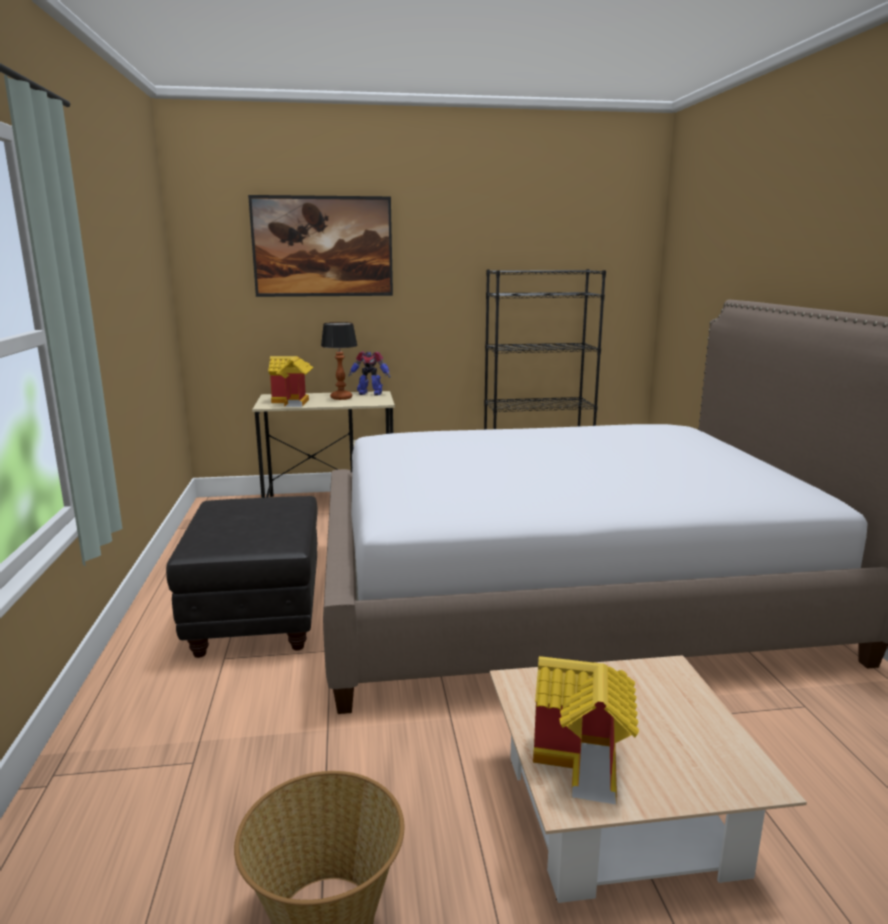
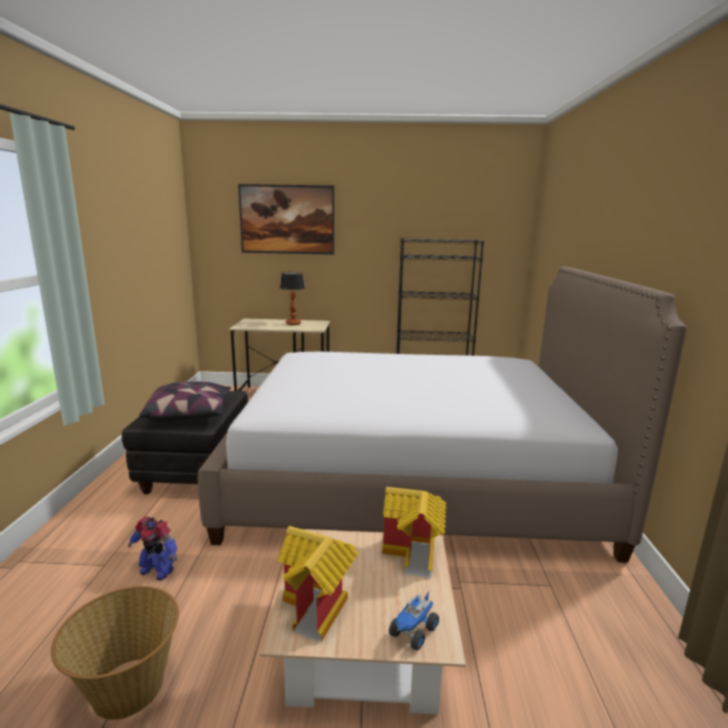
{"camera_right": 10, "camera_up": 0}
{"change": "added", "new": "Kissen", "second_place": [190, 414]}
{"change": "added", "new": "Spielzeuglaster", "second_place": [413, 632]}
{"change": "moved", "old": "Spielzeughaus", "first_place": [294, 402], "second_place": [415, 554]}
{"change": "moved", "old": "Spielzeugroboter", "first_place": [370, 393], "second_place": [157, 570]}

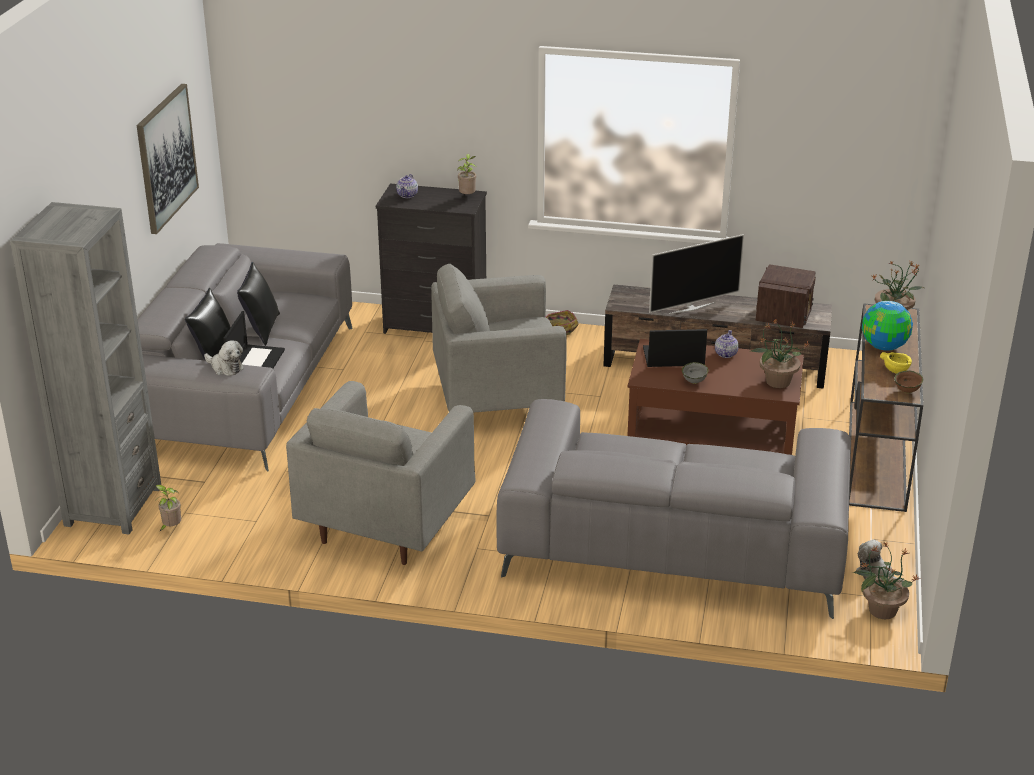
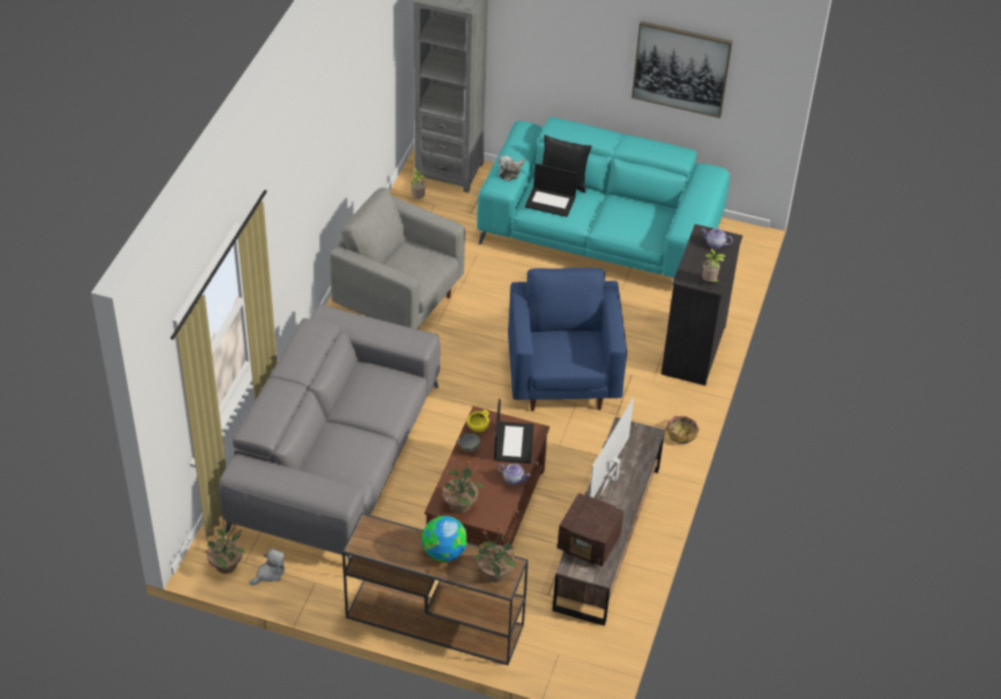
{"camera_right": 95, "camera_up": 15}
{"change": "removed", "old": "Kissen (schwarz)", "first_place": [261, 329]}
{"change": "removed", "old": "Schüssel (braun)", "first_place": [907, 391]}
{"change": "moved", "old": "Schüssel (gelb)", "first_place": [896, 370], "second_place": [478, 427]}
{"change": "recoloured", "old": "Sofa (grau)", "new": "Sofa (türkis)", "first_place": [244, 386], "second_place": [601, 233]}
{"change": "recoloured", "old": "Sessel (grau)", "new": "Sessel (blau)", "first_place": [497, 399], "second_place": [563, 378]}
{"change": "turned", "old": "Fernseher", "first_place": [691, 308], "second_place": [612, 478], "degrees": 45}

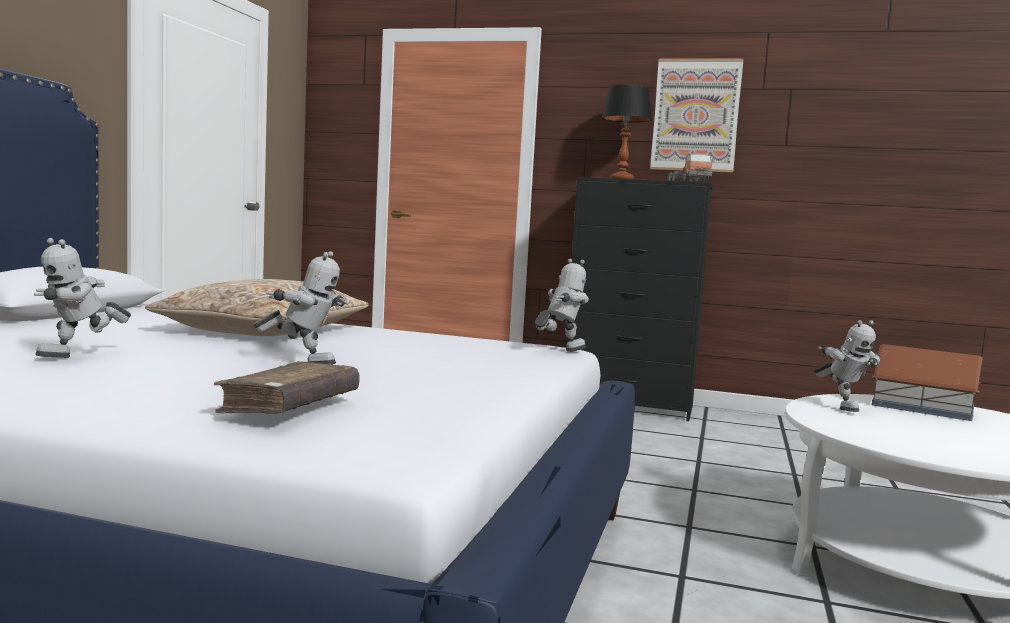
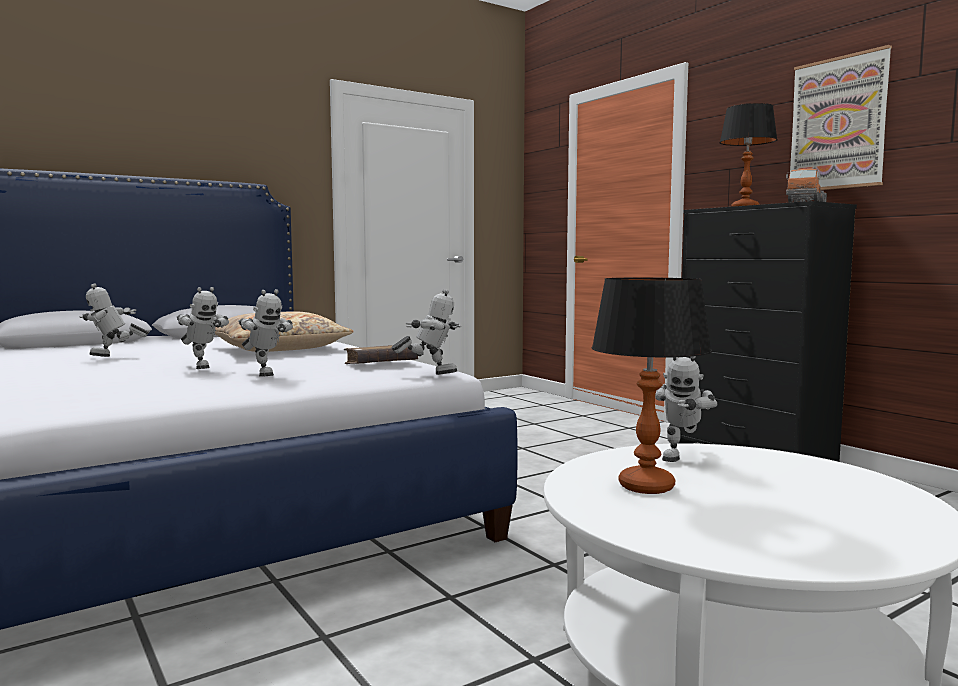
{"camera_right": 40, "camera_up": 0}
{"change": "removed", "old": "Spielzeughaus", "first_place": [921, 407]}
{"change": "added", "new": "Spielzeugroboter", "second_place": [264, 374]}
{"change": "added", "new": "Tischlampe", "second_place": [647, 486]}
{"change": "moved", "old": "Buch (braun)", "first_place": [290, 406], "second_place": [381, 364]}

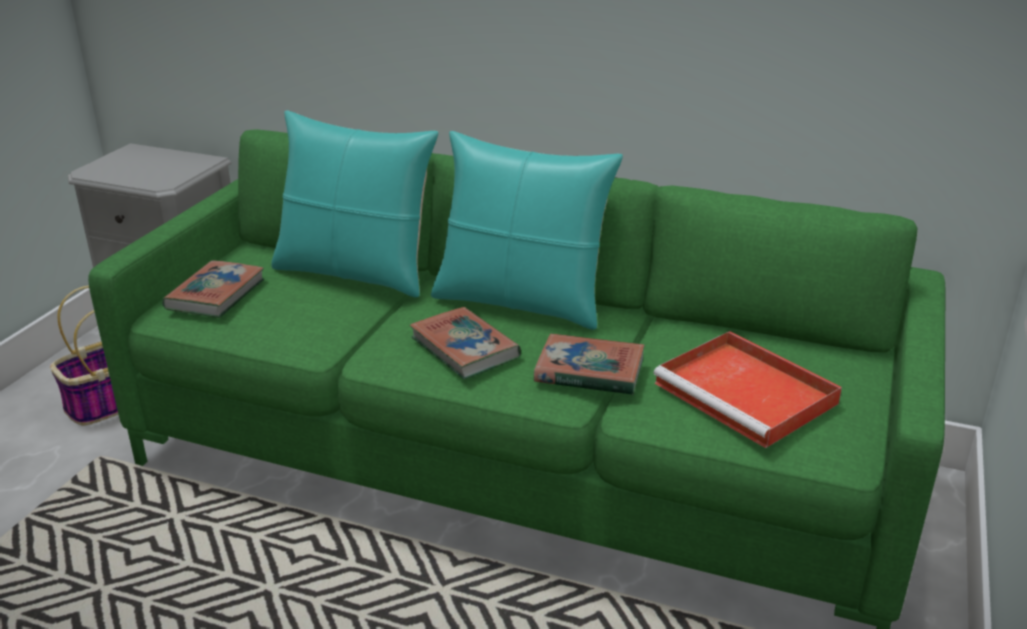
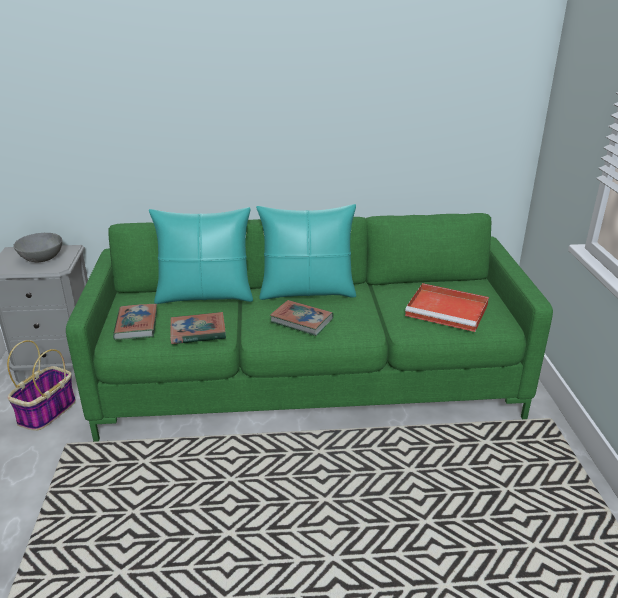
{"camera_right": -25, "camera_up": 0}
{"change": "added", "new": "Schüssel (grau)", "second_place": [42, 258]}
{"change": "moved", "old": "Buch", "first_place": [589, 371], "second_place": [198, 332]}

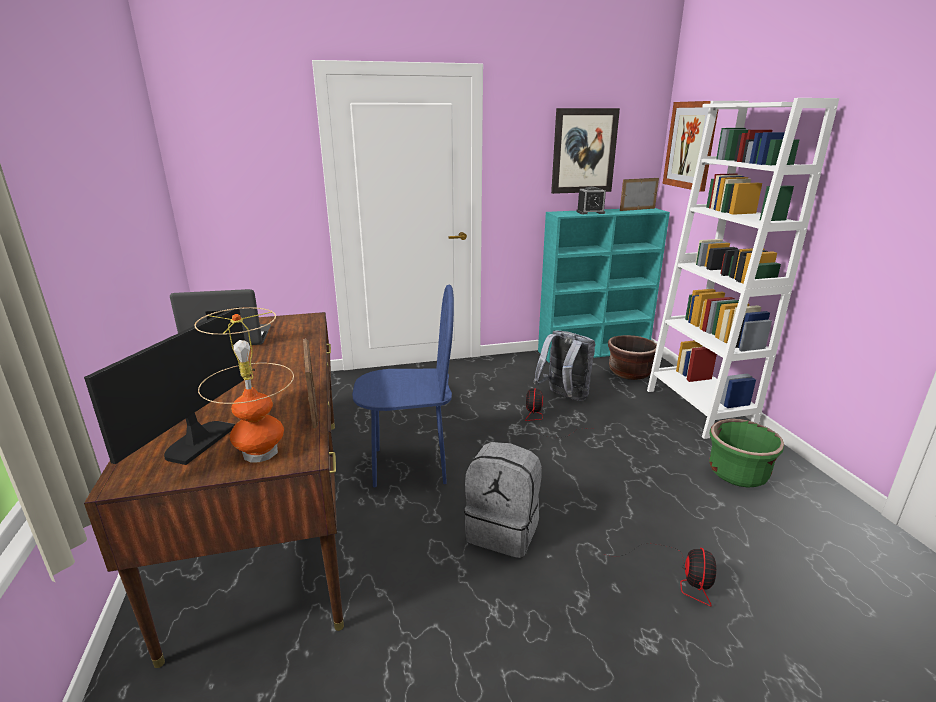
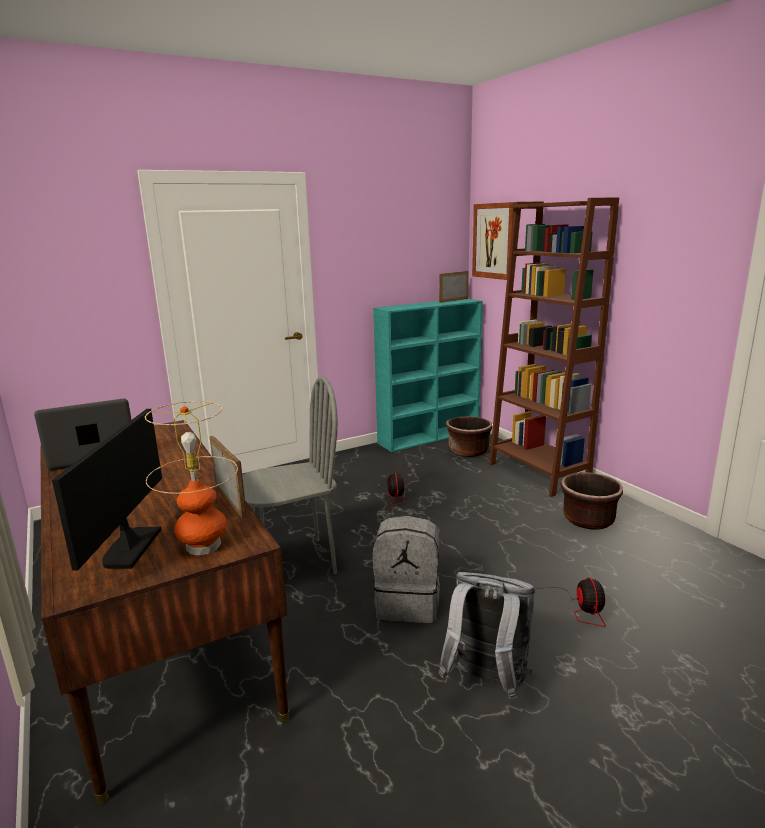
{"camera_right": -15, "camera_up": -5}
{"change": "removed", "old": "Bild", "first_place": [584, 151]}
{"change": "removed", "old": "Wecker", "first_place": [590, 212]}
{"change": "moved", "old": "Rucksack (grau)", "first_place": [564, 397], "second_place": [486, 681]}
{"change": "recoloured", "old": "Stuhl (blau)", "new": "Stuhl (grau)", "first_place": [409, 465], "second_place": [293, 563]}
{"change": "recoloured", "old": "Bücherregal (weiß)", "new": "Bücherregal (braun)", "first_place": [698, 409], "second_place": [538, 473]}
{"change": "recoloured", "old": "Pflanzkübel (grün)", "new": "Pflanzkübel (braun)", "first_place": [738, 473], "second_place": [588, 520]}

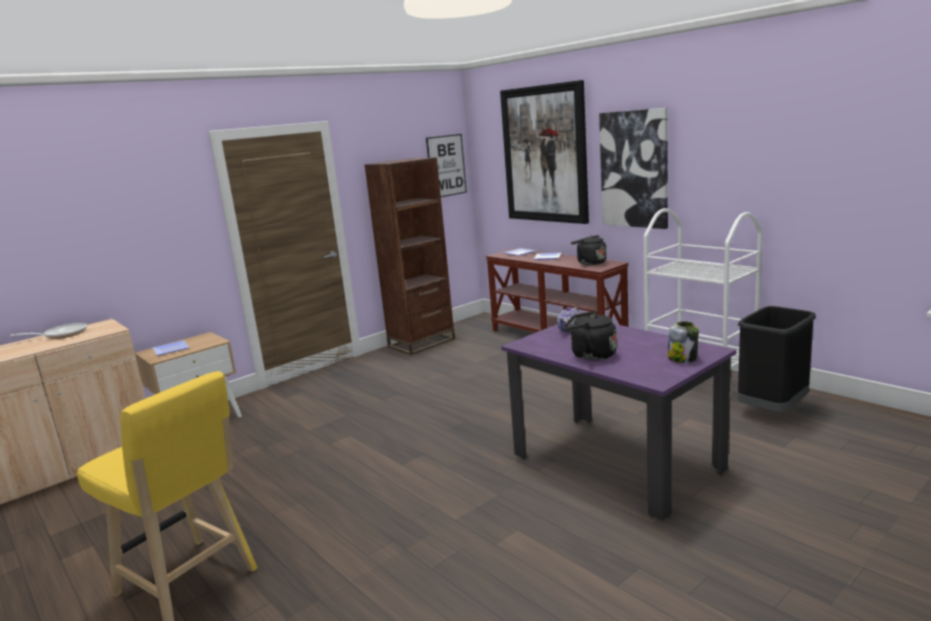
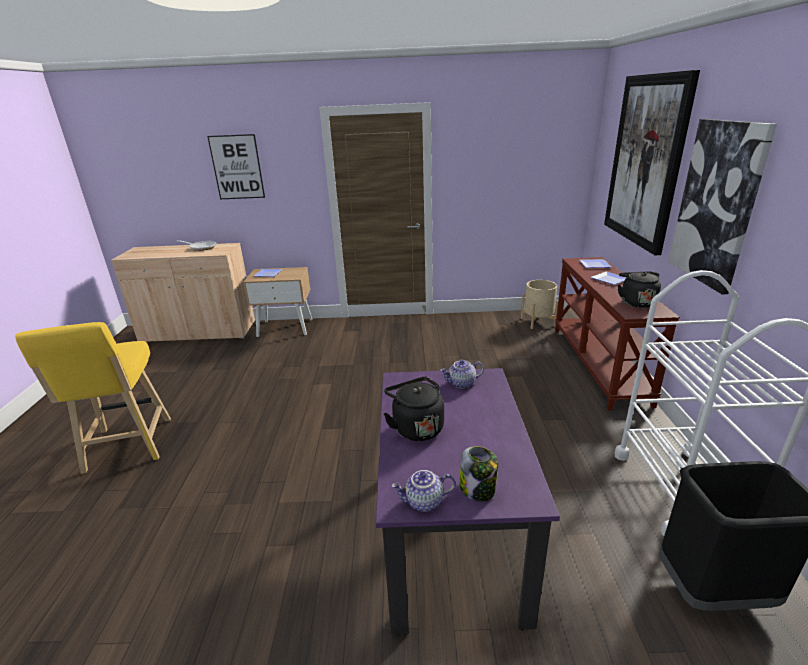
{"camera_right": 40, "camera_up": 10}
{"change": "removed", "old": "Bücherregal (braun)", "first_place": [421, 343]}
{"change": "added", "new": "Teekanne", "second_place": [424, 502]}
{"change": "added", "new": "Pflanzkübel (beige)", "second_place": [538, 322]}
{"change": "moved", "old": "Bild", "first_place": [446, 166], "second_place": [237, 167]}

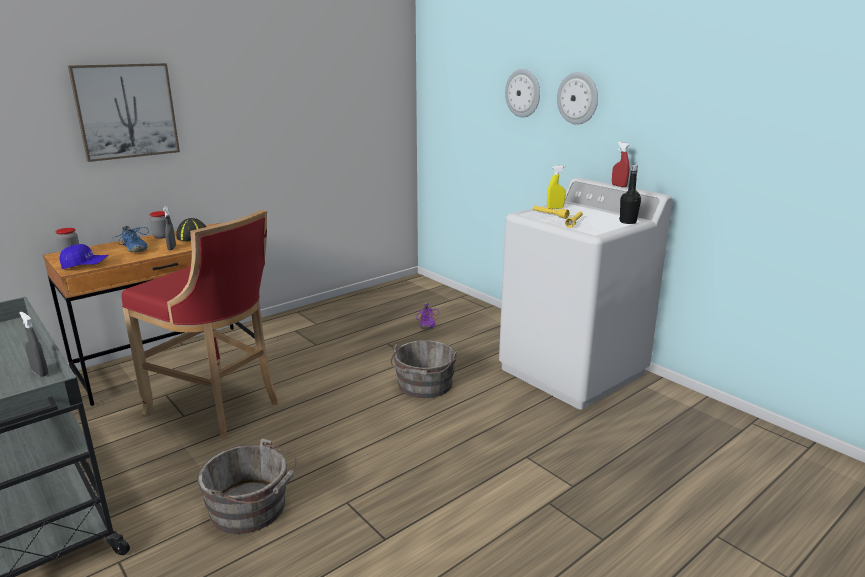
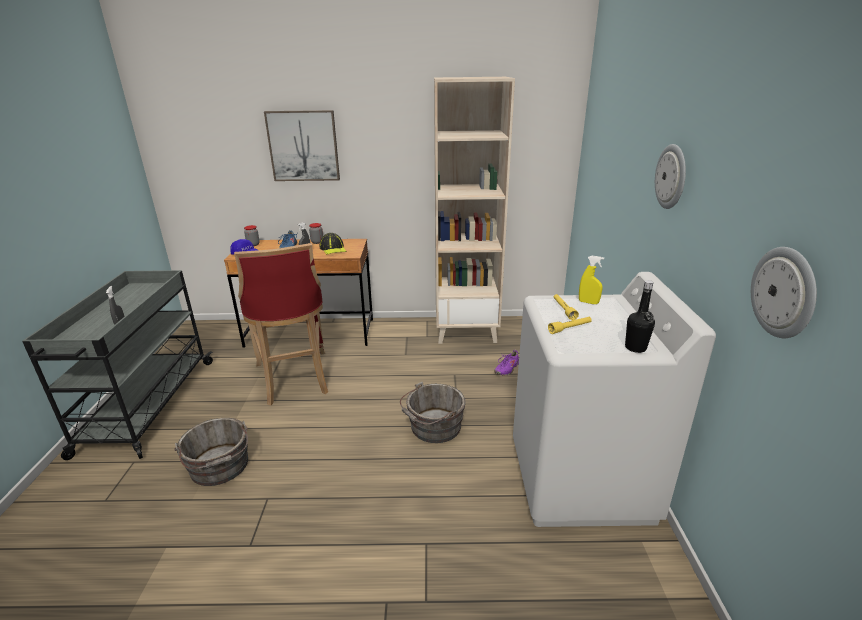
{"camera_right": 40, "camera_up": 5}
{"change": "removed", "old": "Sprühflasche (rot)", "first_place": [619, 186]}
{"change": "added", "new": "Bücherregal (beige)", "second_place": [466, 331]}
{"change": "moved", "old": "Wanduhr", "first_place": [523, 93], "second_place": [784, 292]}

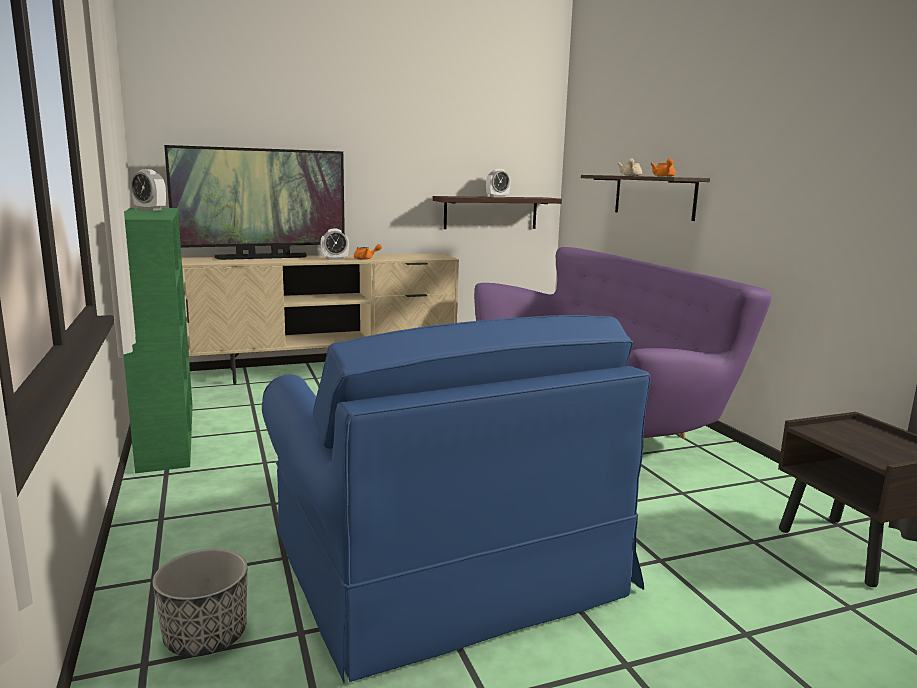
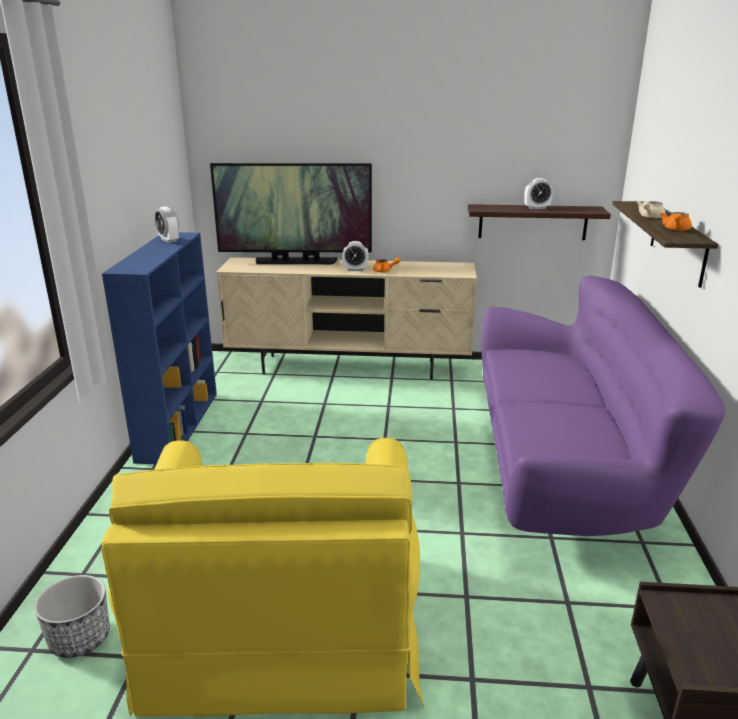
{"camera_right": 25, "camera_up": 10}
{"change": "recoloured", "old": "Bücherregal (grün)", "new": "Bücherregal (blau)", "first_place": [167, 434], "second_place": [179, 425]}
{"change": "recoloured", "old": "Sessel (blau)", "new": "Sessel (gelb)", "first_place": [444, 565], "second_place": [282, 624]}

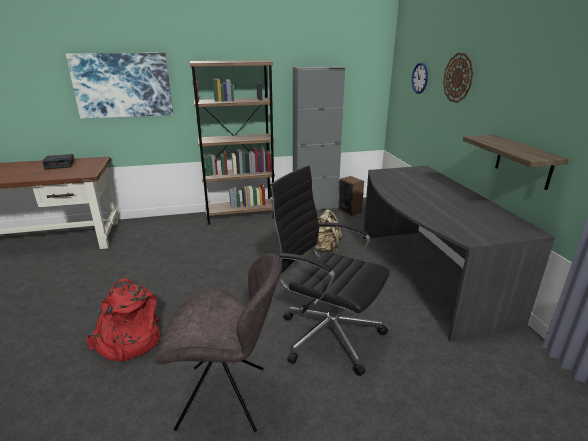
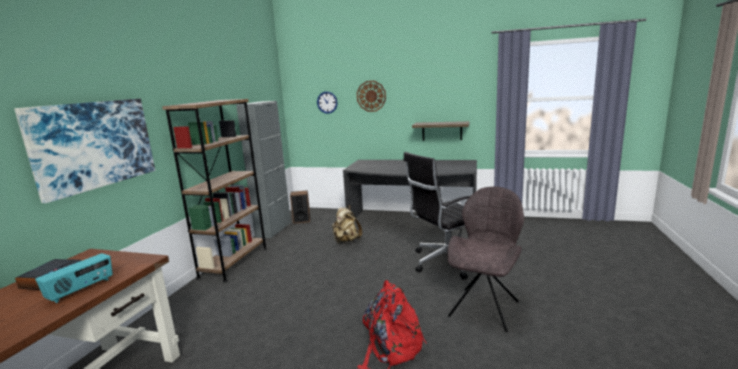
{"camera_right": -60, "camera_up": -10}
{"change": "added", "new": "Radio", "second_place": [81, 290]}

